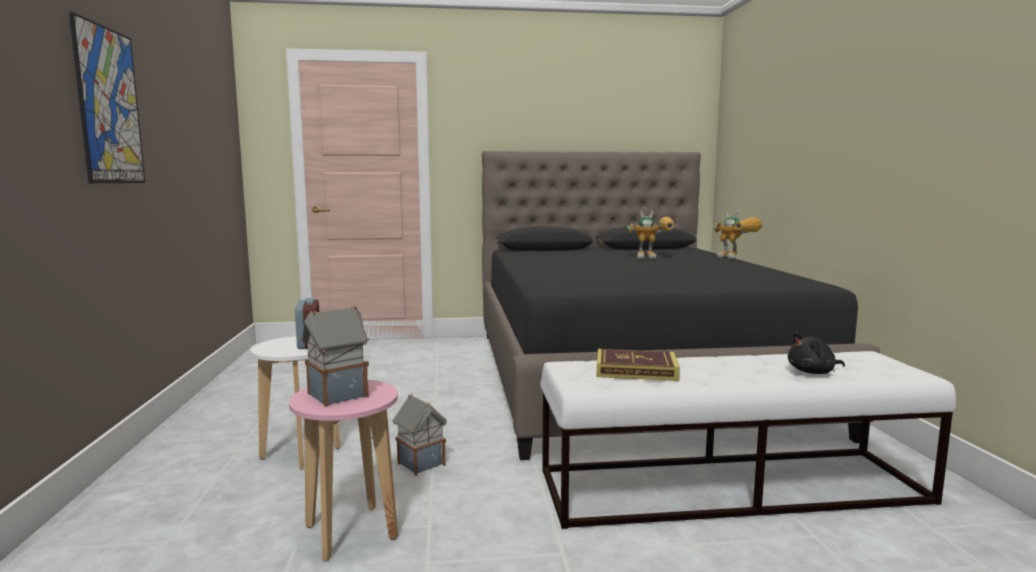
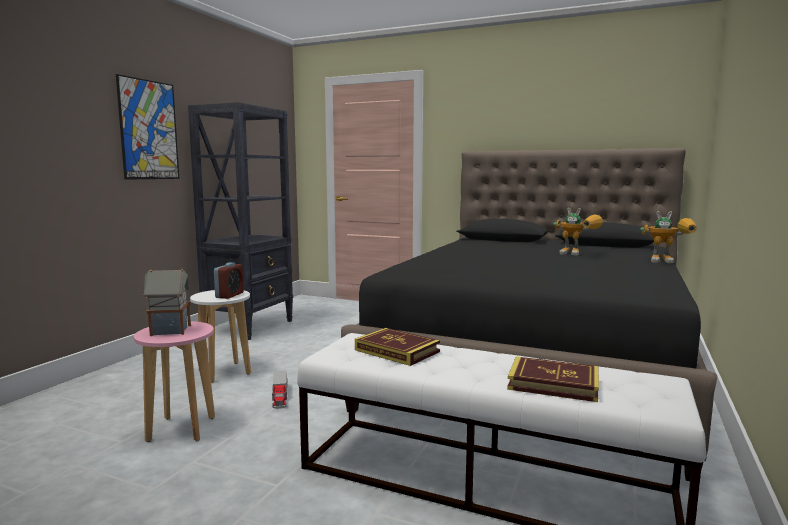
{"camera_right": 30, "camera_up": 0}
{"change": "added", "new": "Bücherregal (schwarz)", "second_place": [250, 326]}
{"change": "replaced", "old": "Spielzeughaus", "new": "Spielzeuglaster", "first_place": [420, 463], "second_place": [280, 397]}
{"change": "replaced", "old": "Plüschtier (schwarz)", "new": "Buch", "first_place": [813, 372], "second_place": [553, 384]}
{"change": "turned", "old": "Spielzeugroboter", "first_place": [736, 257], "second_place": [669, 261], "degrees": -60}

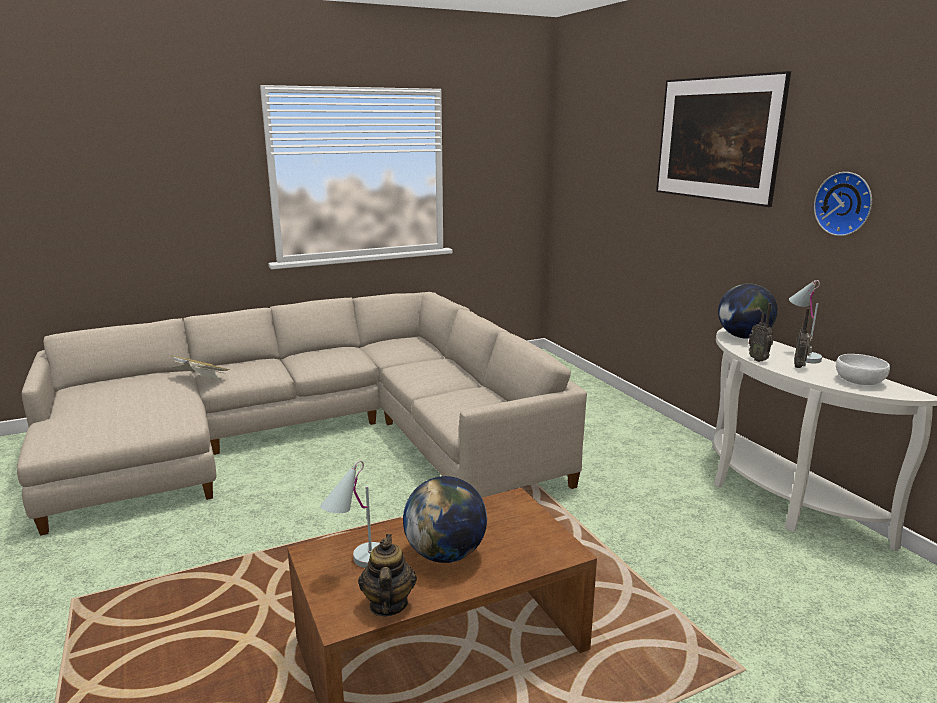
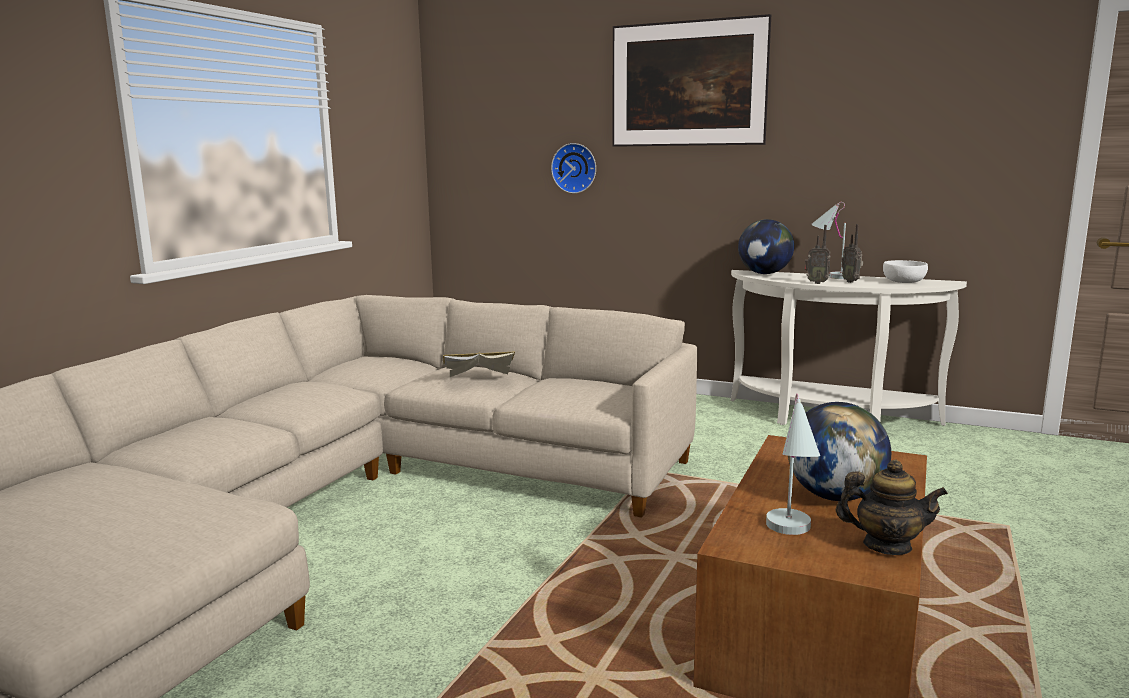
{"camera_right": -40, "camera_up": -5}
{"change": "moved", "old": "Buch", "first_place": [200, 378], "second_place": [479, 379]}
{"change": "moved", "old": "Wanduhr", "first_place": [845, 203], "second_place": [575, 168]}
{"change": "turned", "old": "Teekanne", "first_place": [388, 604], "second_place": [886, 546], "degrees": 150}

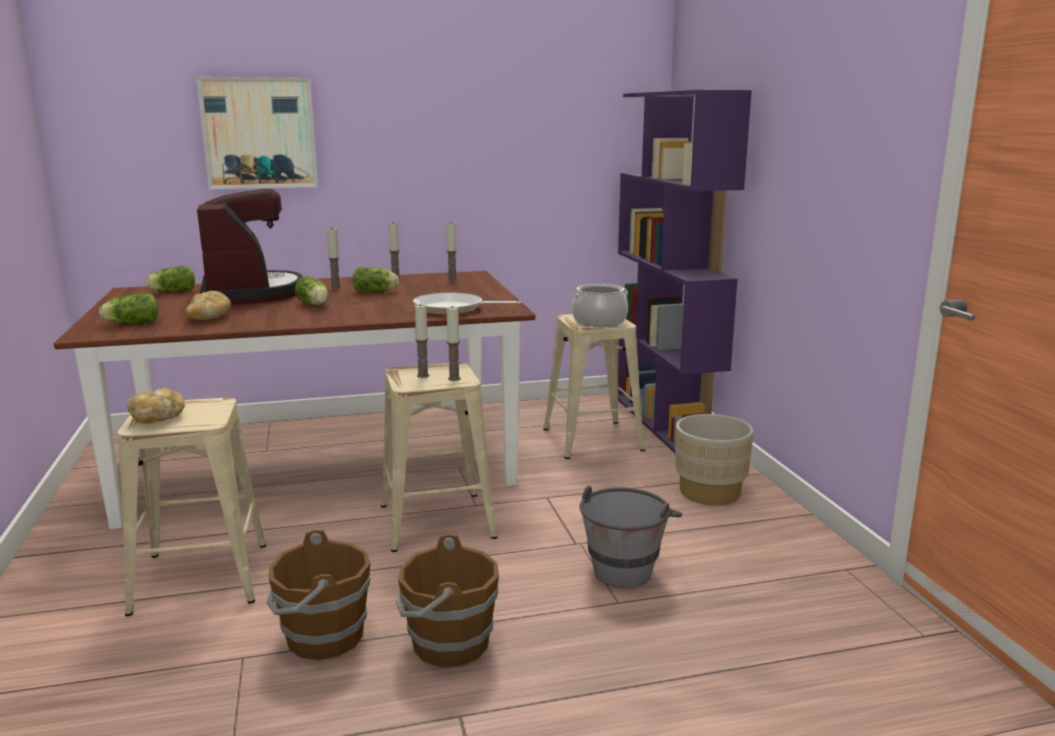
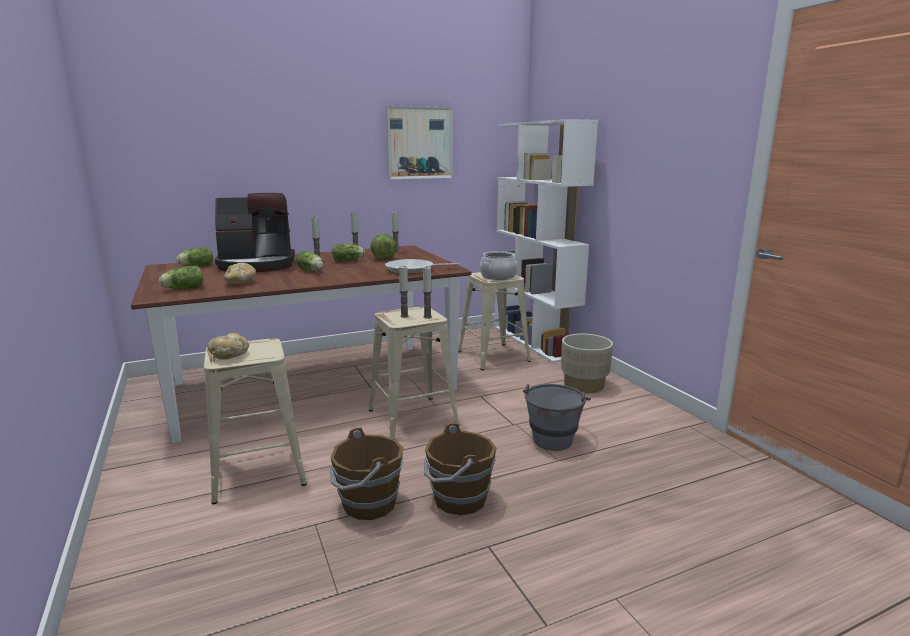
{"camera_right": -10, "camera_up": 0}
{"change": "added", "new": "Salatkopf", "second_place": [382, 258]}
{"change": "moved", "old": "Bild", "first_place": [259, 133], "second_place": [419, 143]}
{"change": "recoloured", "old": "Bücherregal (lila)", "new": "Bücherregal (weiß)", "first_place": [665, 421], "second_place": [535, 342]}
{"change": "turned", "old": "Kaffeemaschine", "first_place": [250, 293], "second_place": [257, 265], "degrees": 105}

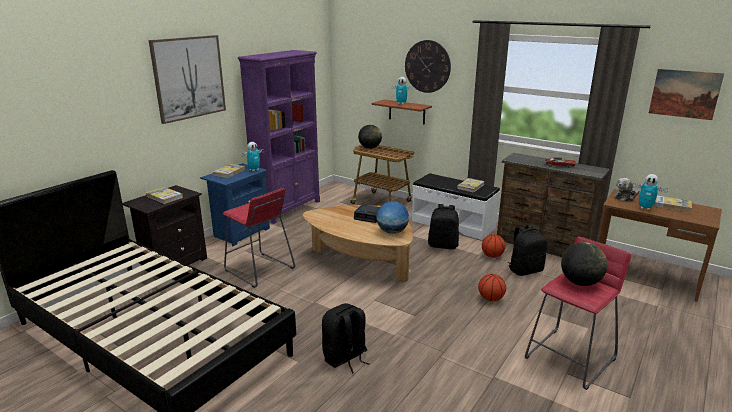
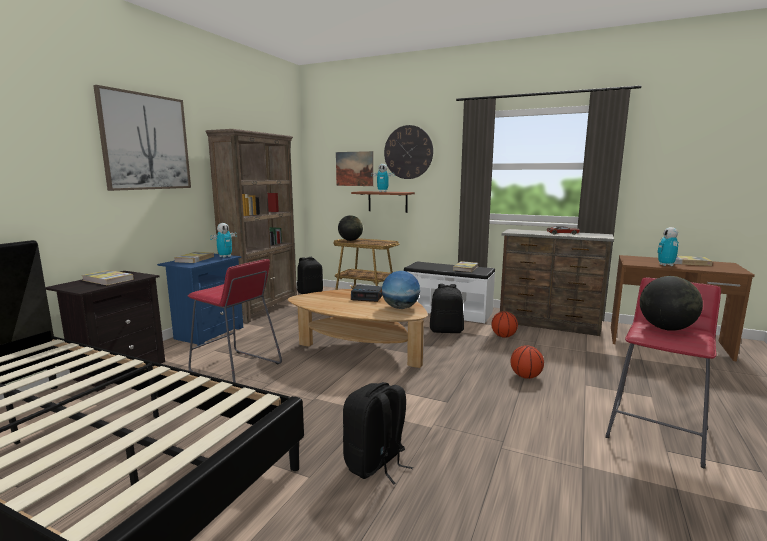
{"camera_right": -10, "camera_up": -10}
{"change": "removed", "old": "Plüschtier", "first_place": [625, 197]}
{"change": "moved", "old": "Rucksack (schwarz)", "first_place": [525, 270], "second_place": [310, 292]}
{"change": "moved", "old": "Bild", "first_place": [684, 94], "second_place": [354, 169]}
{"change": "recoloured", "old": "Bücherregal (lila)", "new": "Bücherregal (braun)", "first_place": [288, 209], "second_place": [263, 309]}
{"change": "turned", "old": "Spielzeugroboter", "first_place": [645, 208], "second_place": [666, 265], "degrees": 75}

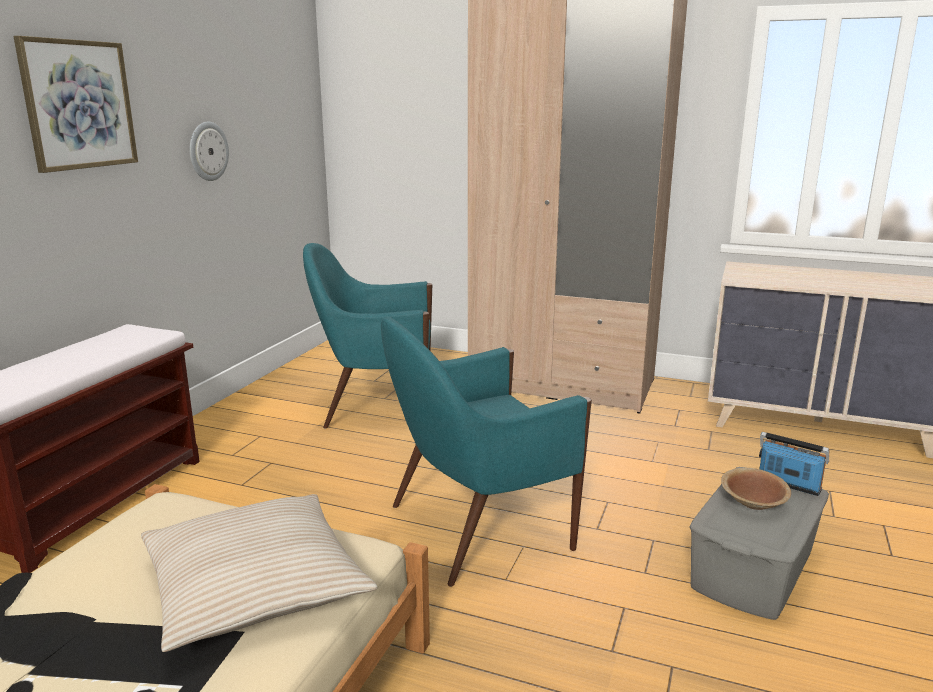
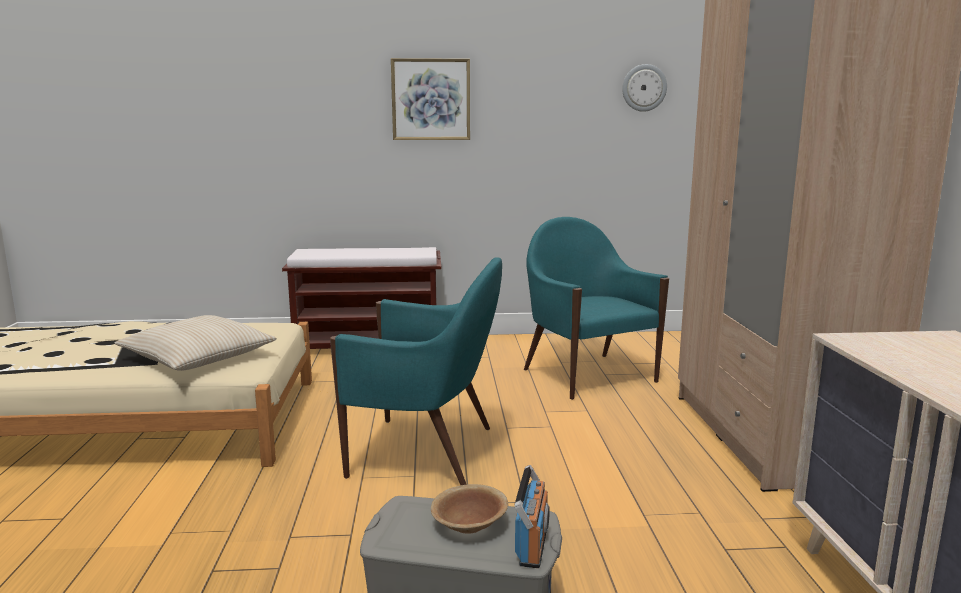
{"camera_right": 65, "camera_up": -5}
{"change": "moved", "old": "Wanduhr", "first_place": [208, 151], "second_place": [644, 88]}
{"change": "turned", "old": "Sessel (türkis)", "first_place": [475, 528], "second_place": [426, 452], "degrees": 150}

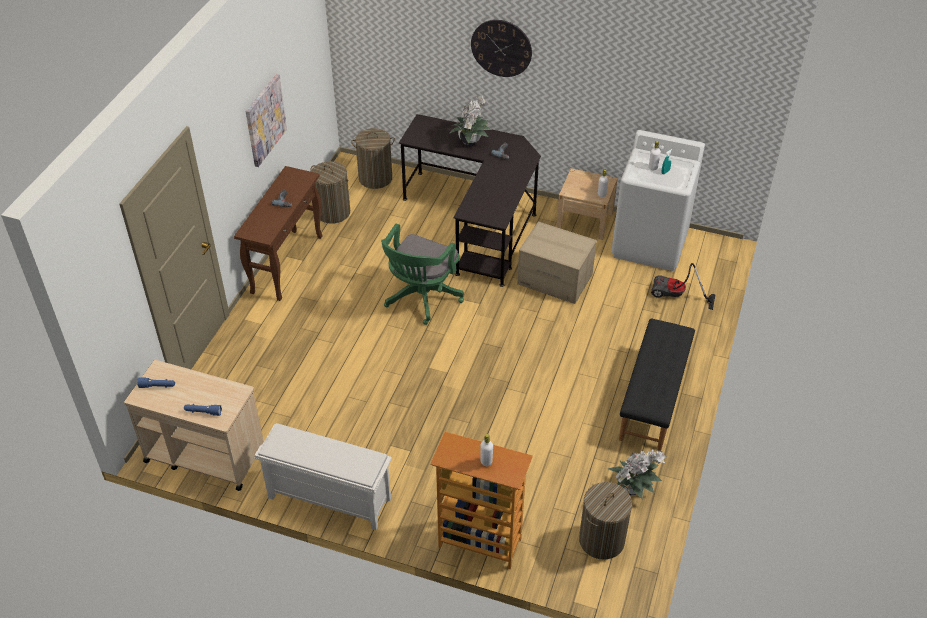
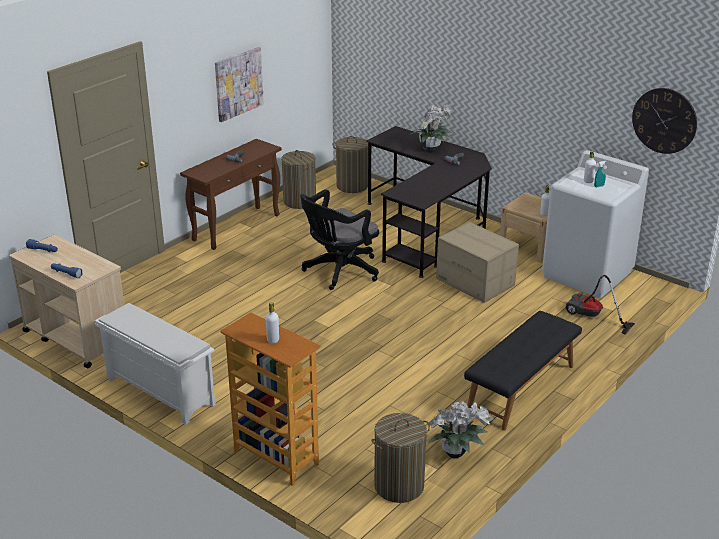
{"camera_right": 20, "camera_up": -15}
{"change": "moved", "old": "Wanduhr", "first_place": [501, 48], "second_place": [664, 120]}
{"change": "recoloured", "old": "Bürostuhl (grün)", "new": "Bürostuhl (schwarz)", "first_place": [421, 299], "second_place": [338, 272]}

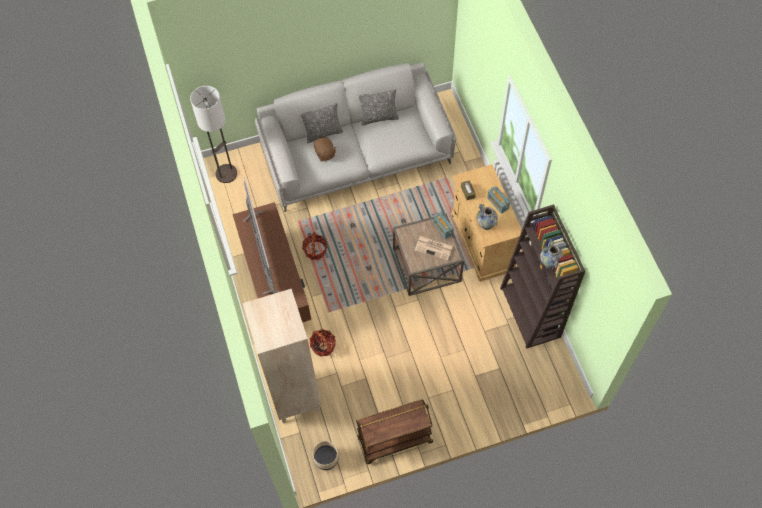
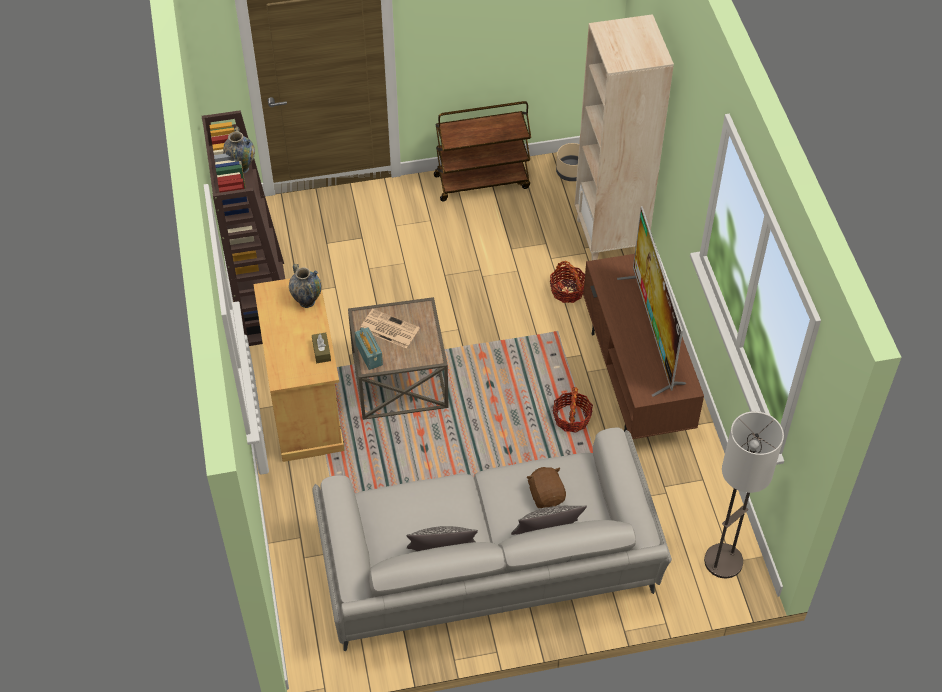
{"camera_right": -175, "camera_up": -10}
{"change": "removed", "old": "Radio", "first_place": [497, 203]}

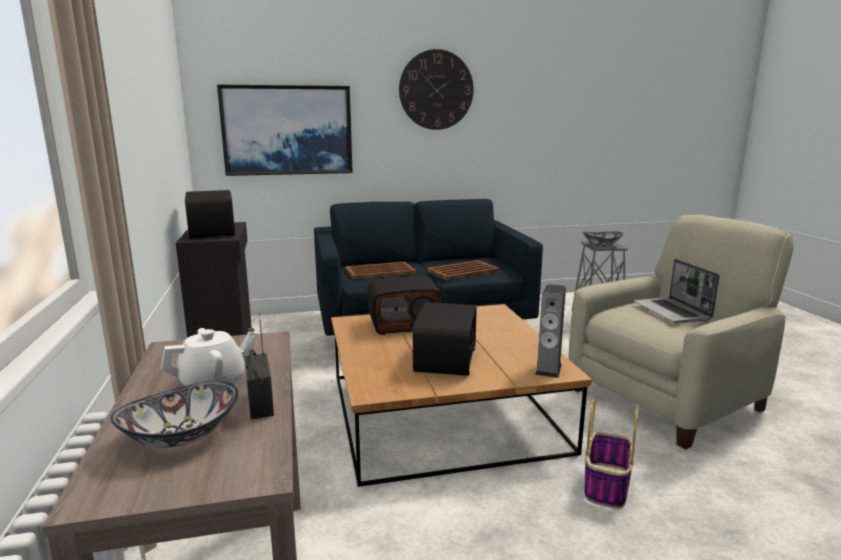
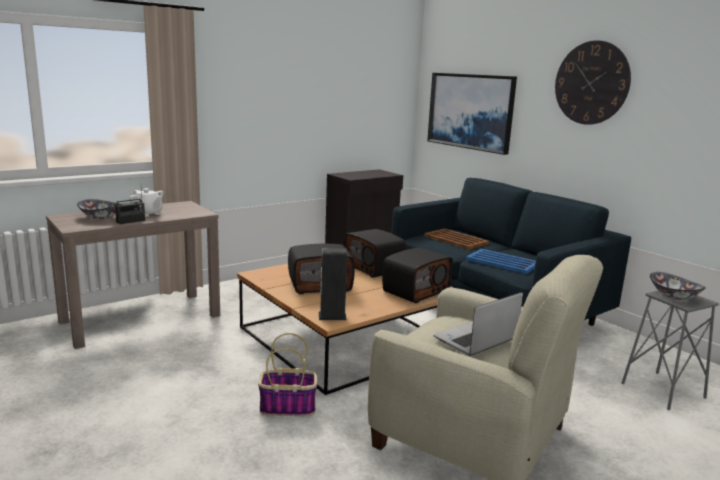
{"camera_right": 65, "camera_up": 0}
{"change": "moved", "old": "Radio", "first_place": [210, 232], "second_place": [415, 291]}
{"change": "recoloured", "old": "Tablett (braun)", "new": "Tablett (blau)", "first_place": [463, 271], "second_place": [503, 262]}

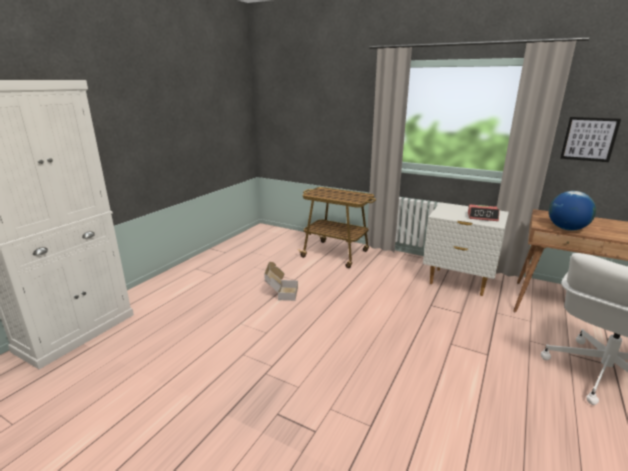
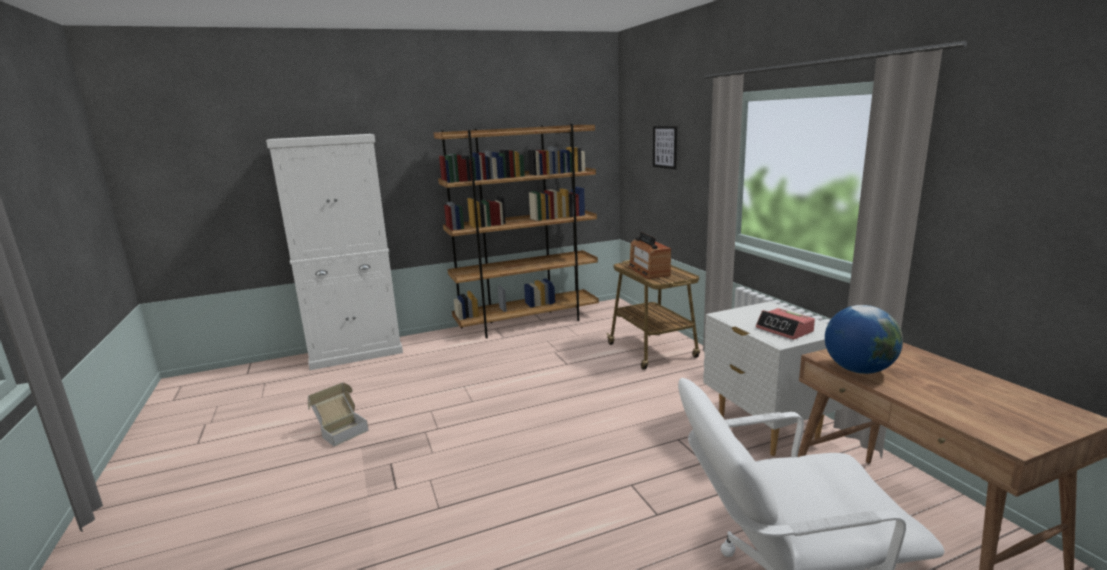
{"camera_right": 40, "camera_up": -5}
{"change": "added", "new": "Bücherregal (braun)", "second_place": [527, 322]}
{"change": "added", "new": "Radio", "second_place": [648, 271]}
{"change": "moved", "old": "Karton", "first_place": [281, 293], "second_place": [341, 430]}
{"change": "moved", "old": "Bild", "first_place": [589, 139], "second_place": [665, 147]}

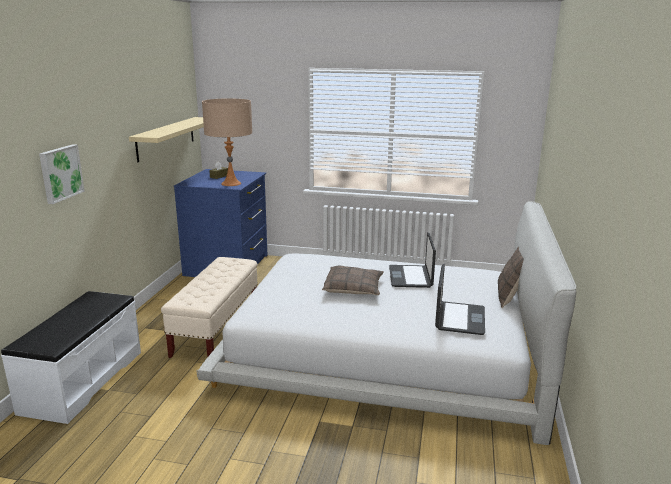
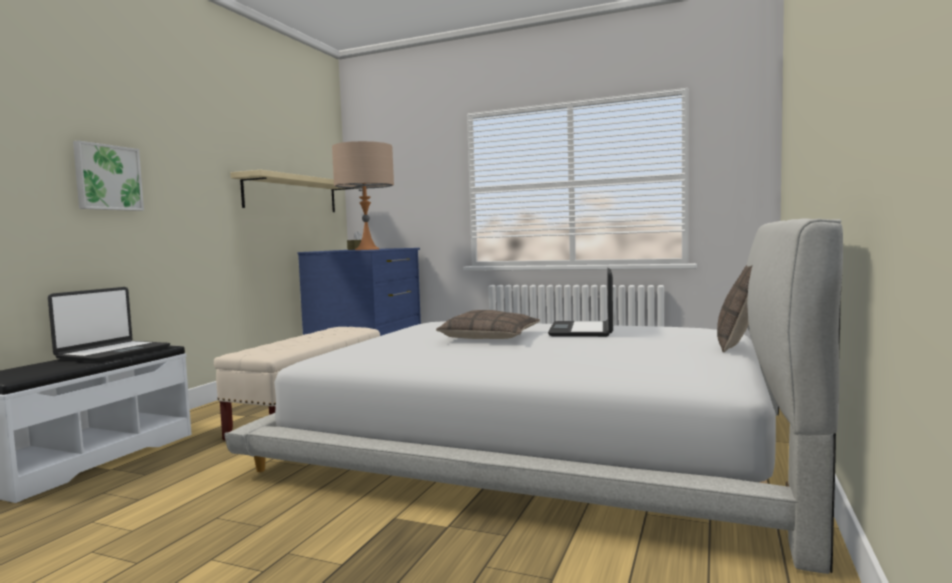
{"camera_right": 10, "camera_up": -15}
{"change": "moved", "old": "Laptop", "first_place": [459, 319], "second_place": [113, 352]}

